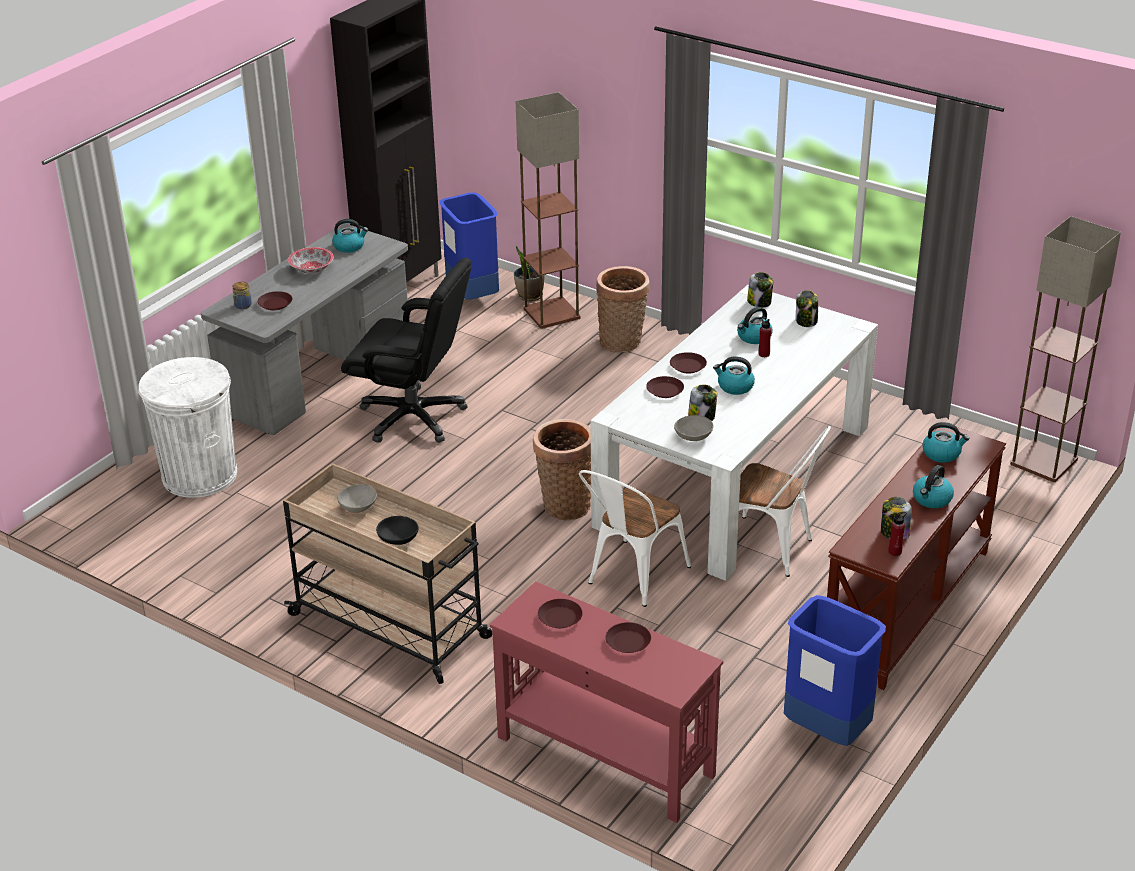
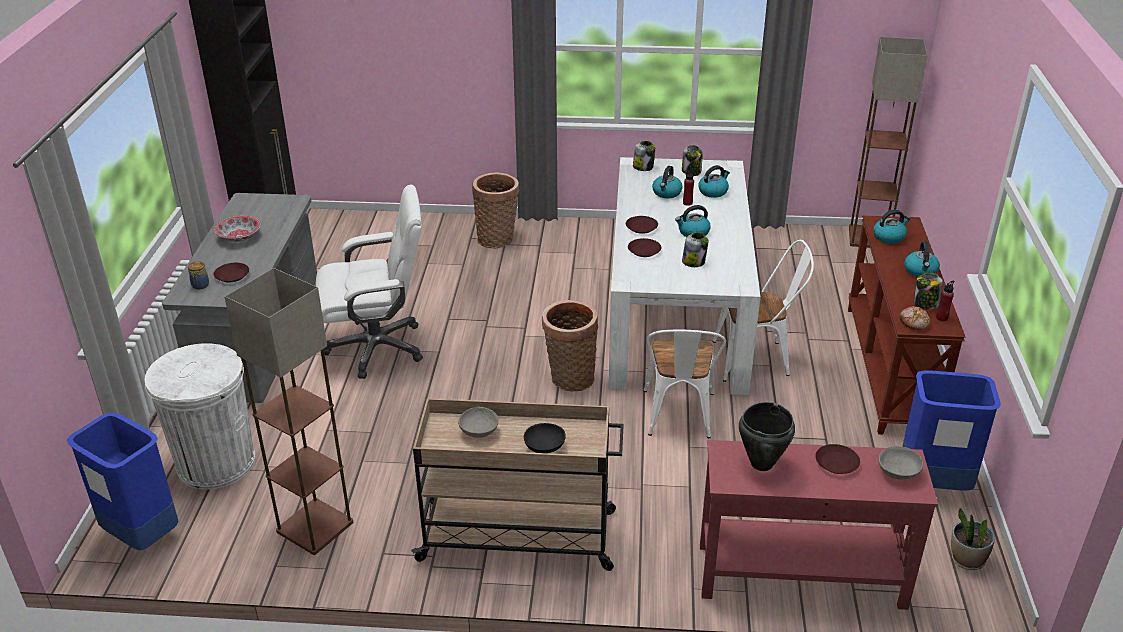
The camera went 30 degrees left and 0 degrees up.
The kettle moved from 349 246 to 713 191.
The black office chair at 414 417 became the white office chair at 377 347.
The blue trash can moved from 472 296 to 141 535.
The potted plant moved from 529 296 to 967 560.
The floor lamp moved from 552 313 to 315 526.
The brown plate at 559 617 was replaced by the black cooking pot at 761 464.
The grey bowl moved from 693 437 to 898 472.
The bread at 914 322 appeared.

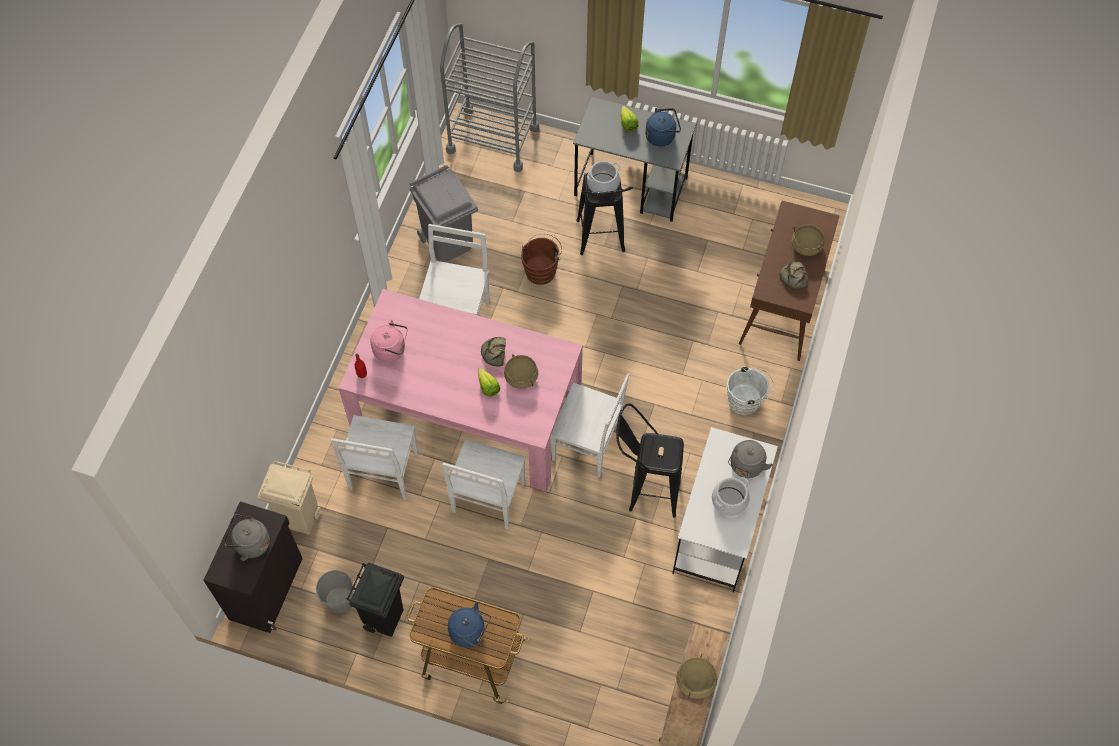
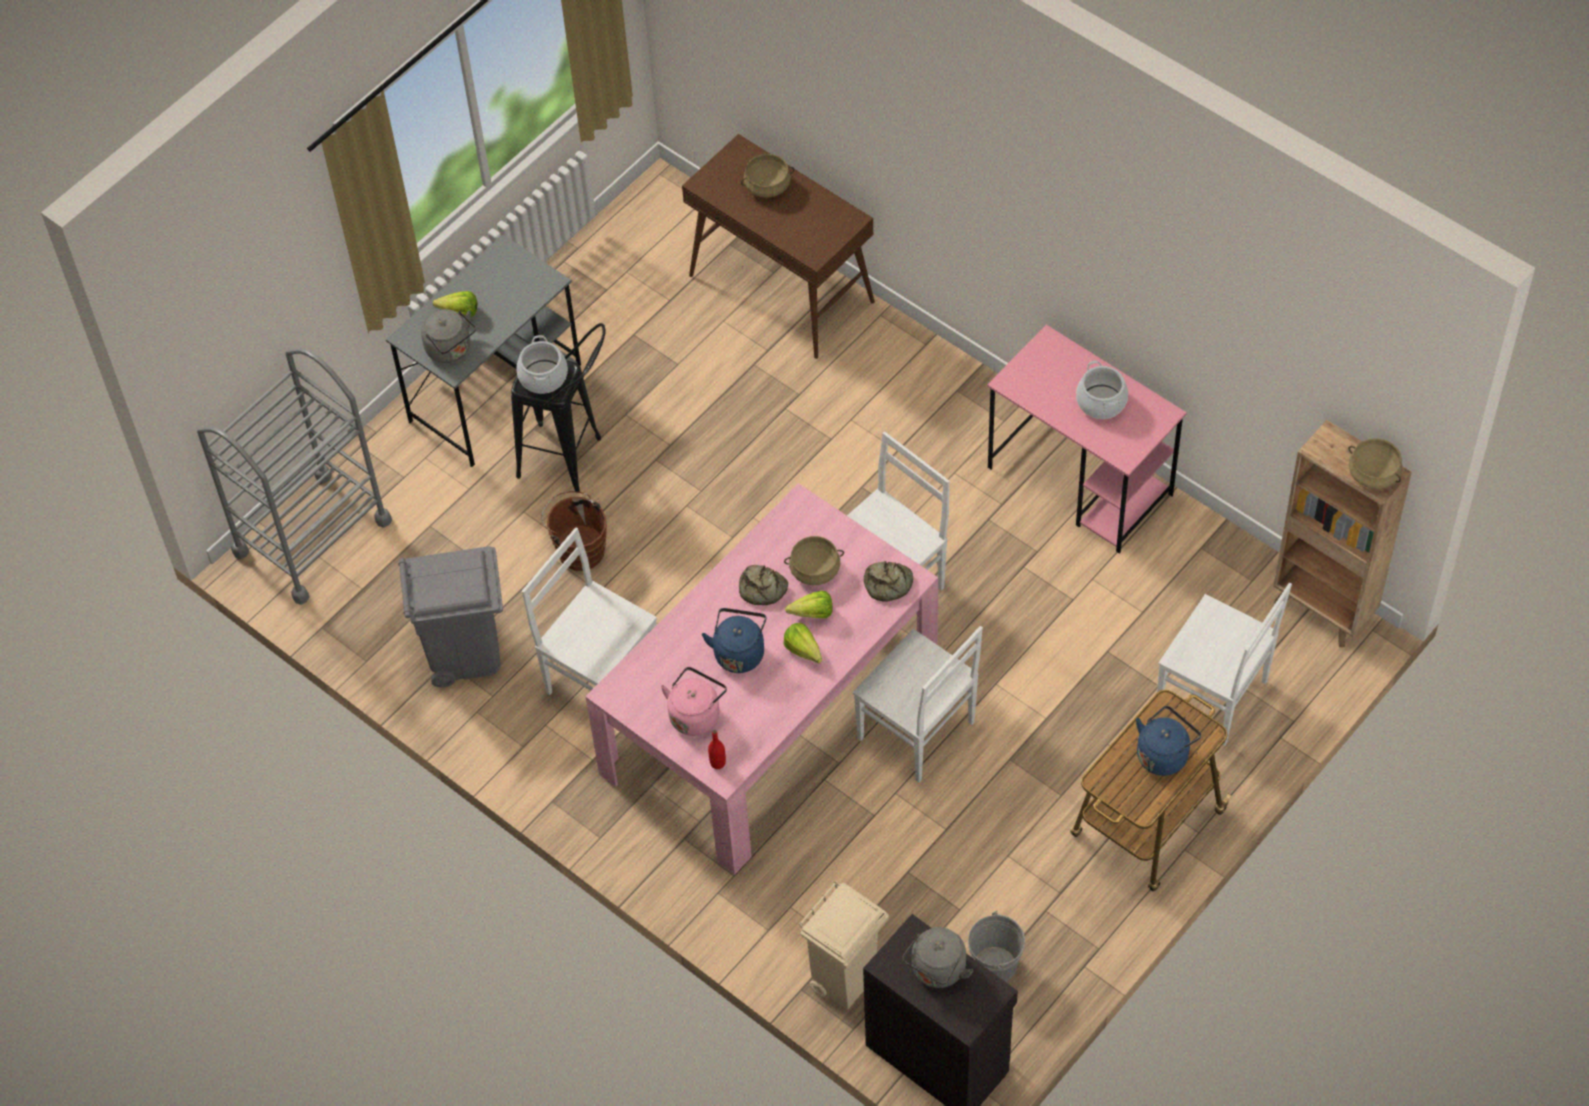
The camera went 65 degrees left and 5 degrees down.
The white chair moved from 383 473 to 1214 697.
The black trash can at 385 618 disappeared.
The black stool at 645 490 disappeared.
The blue kettle moved from 662 136 to 739 652.
The white desk at 717 531 became the pink desk at 1081 482.
The white bucket at 746 401 disappeared.
The grey kettle moved from 746 467 to 451 350.
The bread moved from 793 278 to 888 585.
The lettuce at 805 653 appeared.

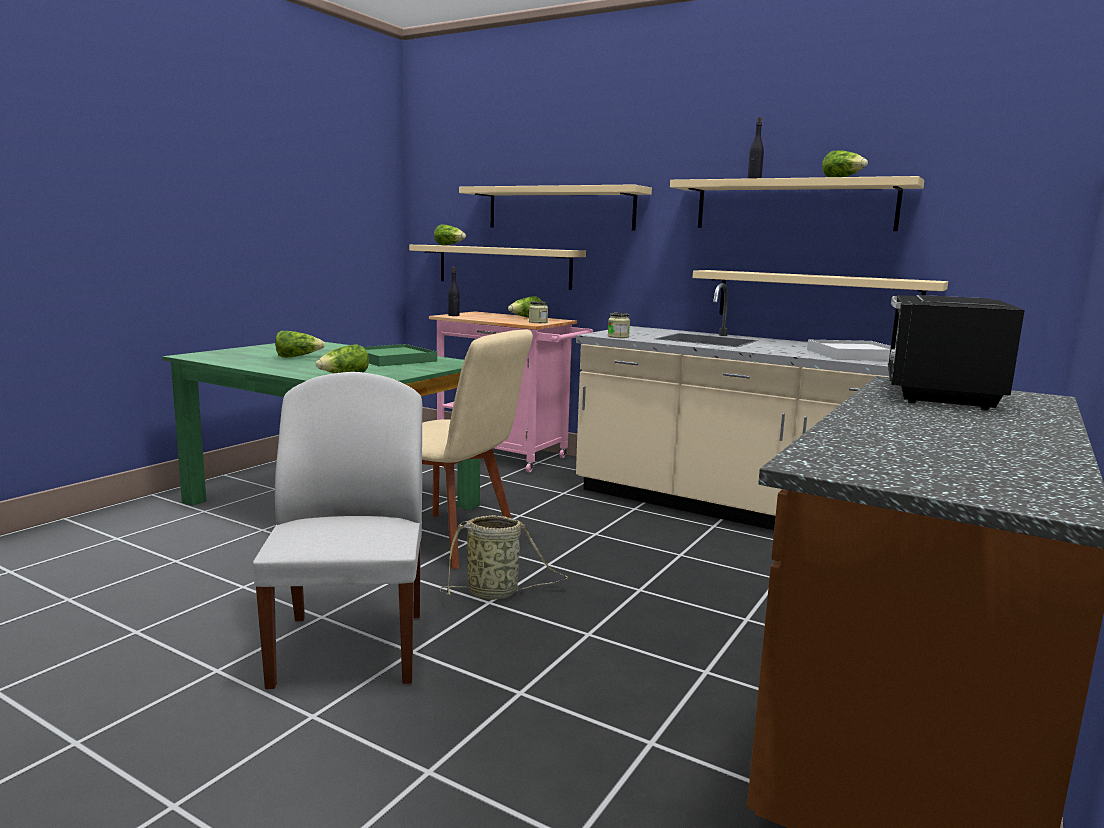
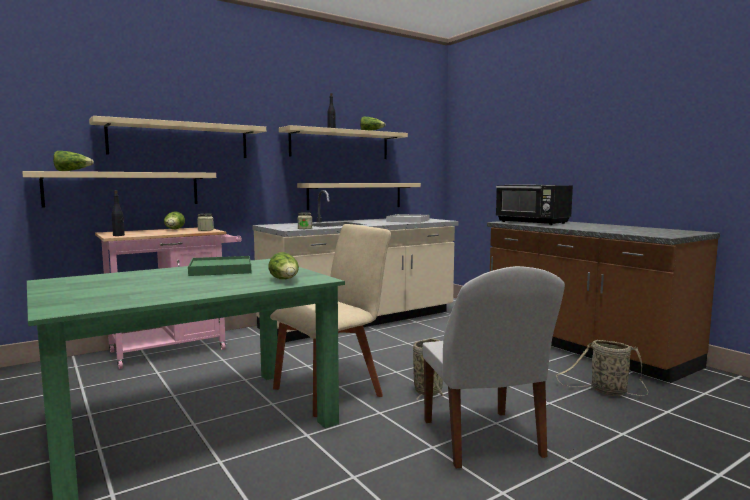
The camera went 65 degrees left and 5 degrees down.
The white chair at 351 646 turned 120 degrees counterclockwise.
The lettuce at 297 357 disappeared.
The basket at 606 391 appeared.

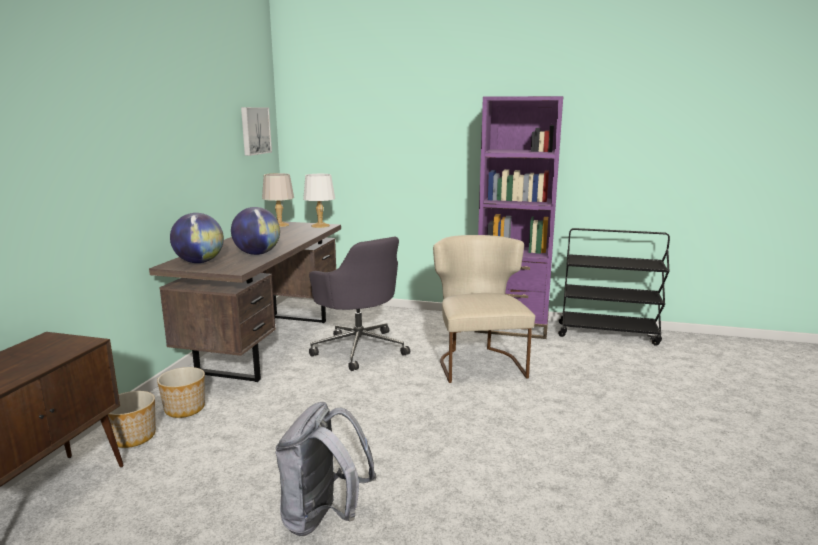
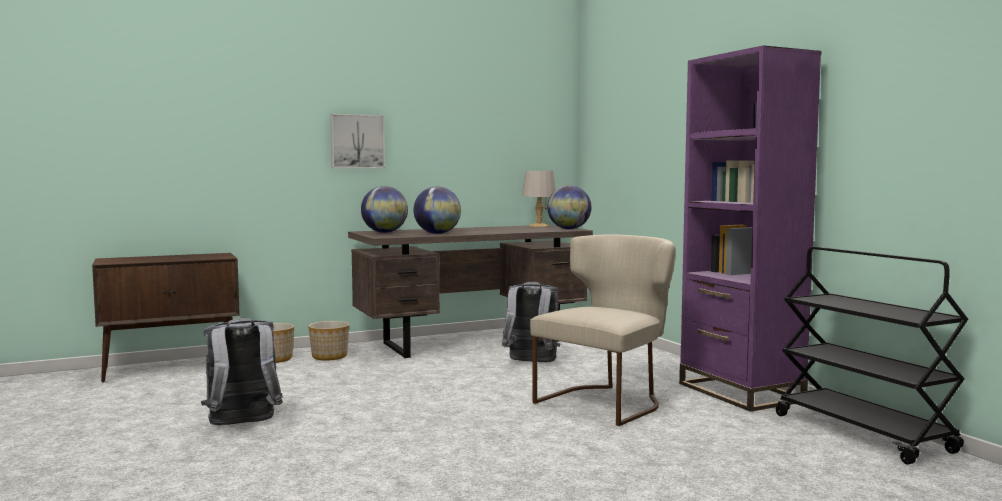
The camera went 50 degrees right and 10 degrees down.
The picture moved from 254 130 to 357 141.
The white table lamp at 320 225 was replaced by the globe at 569 229.
The grey office chair at 359 348 was replaced by the grey backpack at 531 363.

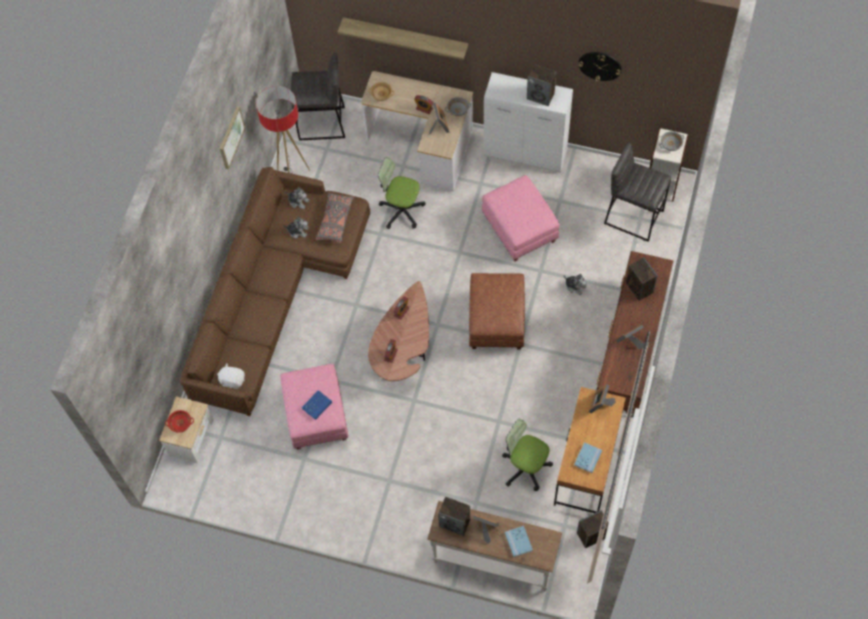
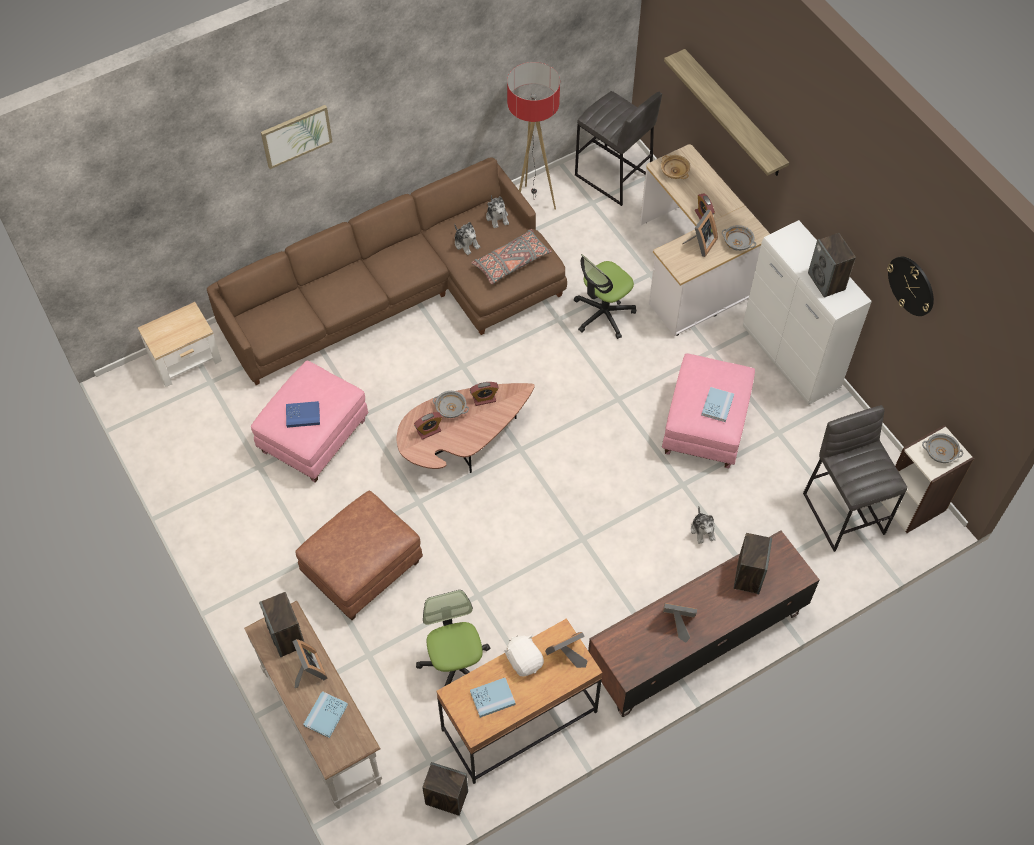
The camera went 40 degrees right and 5 degrees down.
The red bowl at 180 424 disappeared.
The white plush toy moved from 232 380 to 524 660.
The picture moved from 231 137 to 296 135.
The office chair at 401 210 turned 105 degrees counterclockwise.
The brown ottoman moved from 496 320 to 362 568.
The grey bowl at 450 409 appeared.
The blue book at 717 405 appeared.

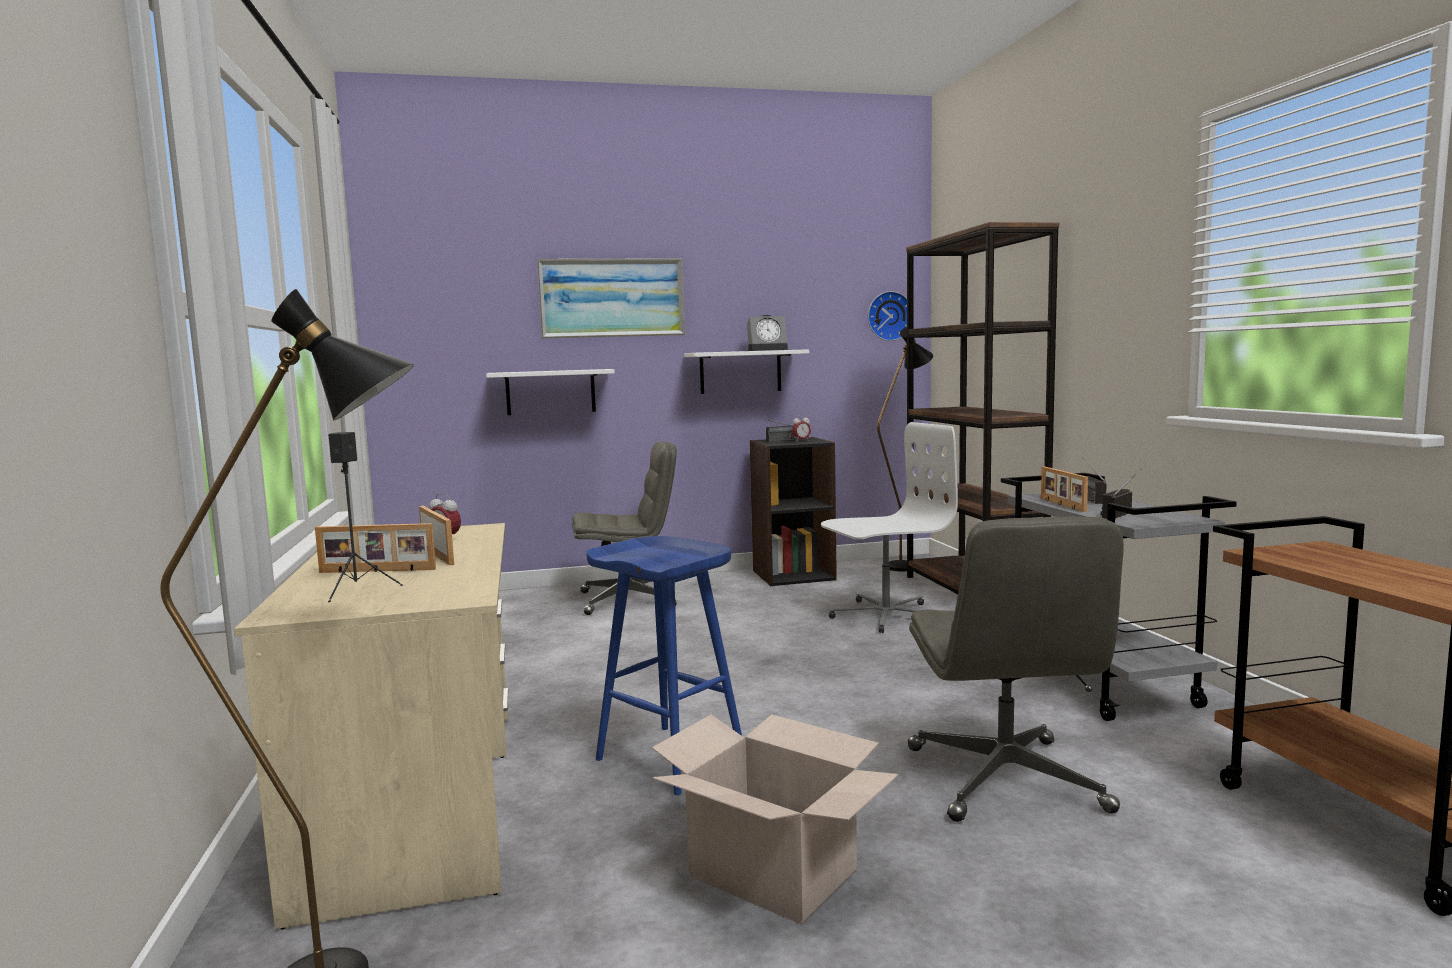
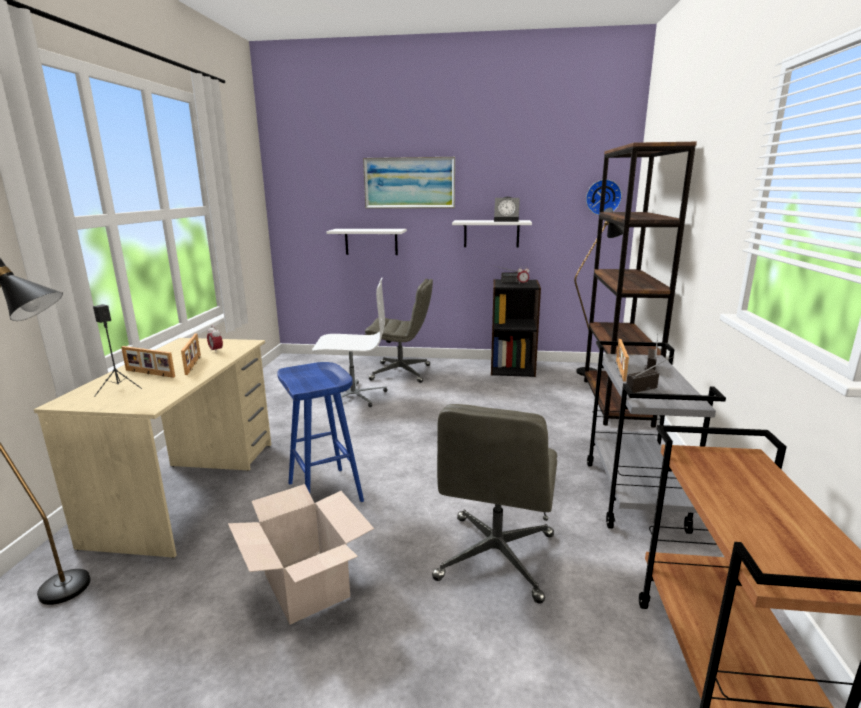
The camera went 20 degrees right and 10 degrees up.
The white office chair moved from 885 615 to 353 396.

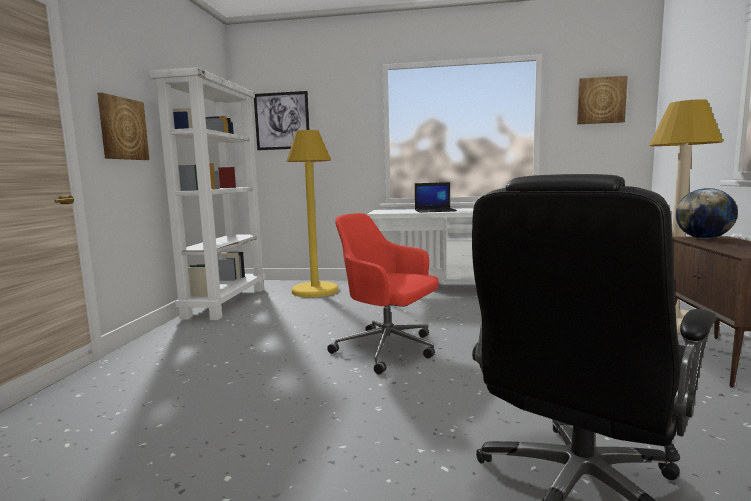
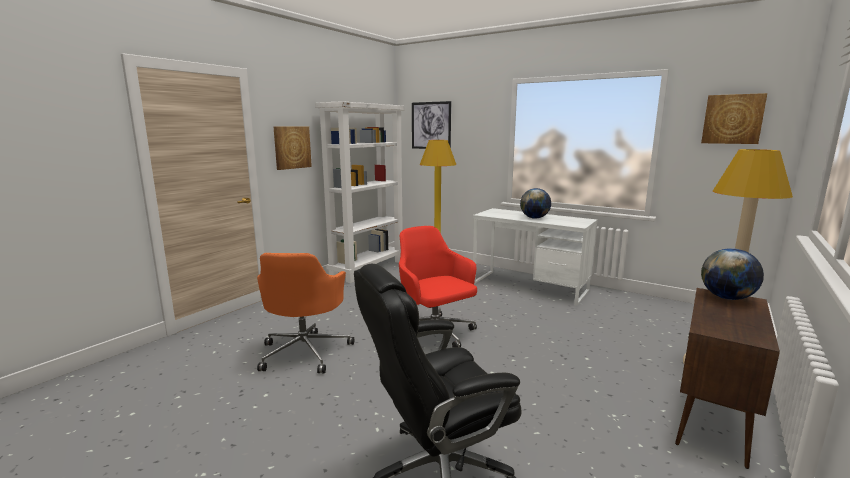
The camera went 25 degrees right and 5 degrees up.
The laptop at 435 211 was replaced by the globe at 534 218.
The orange office chair at 305 351 appeared.

